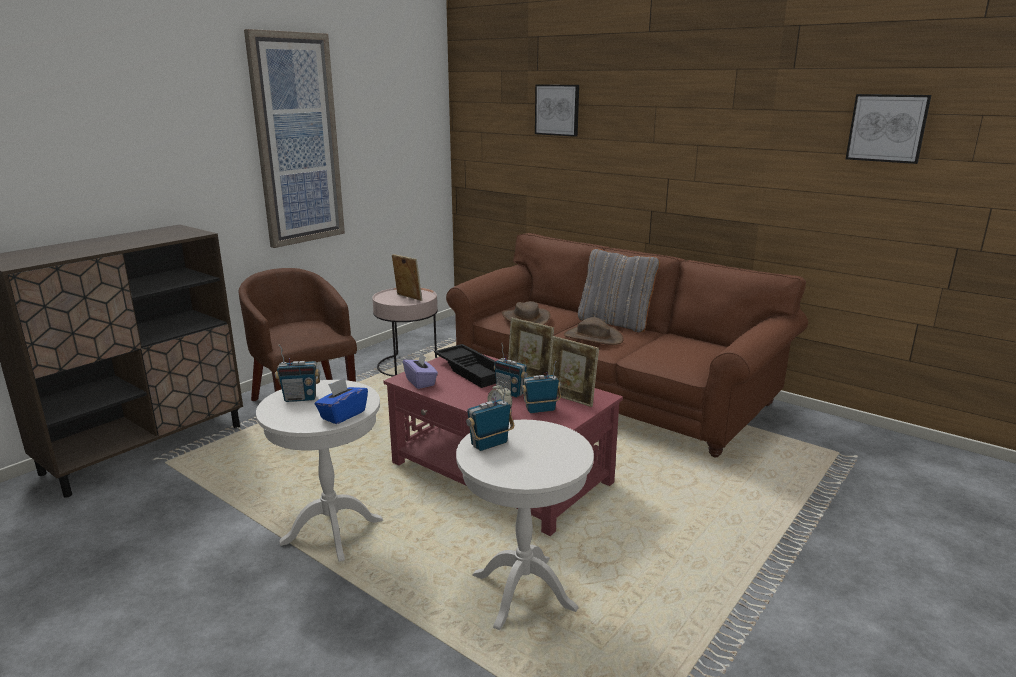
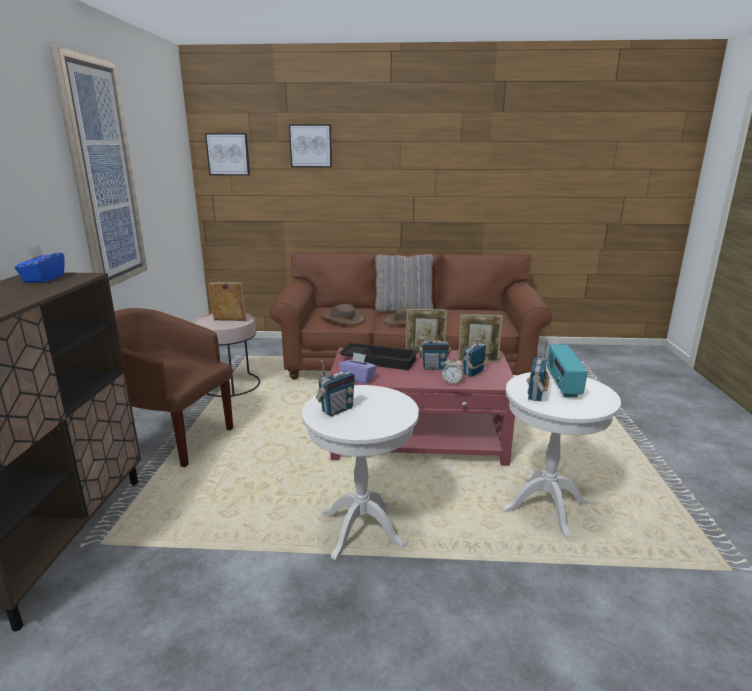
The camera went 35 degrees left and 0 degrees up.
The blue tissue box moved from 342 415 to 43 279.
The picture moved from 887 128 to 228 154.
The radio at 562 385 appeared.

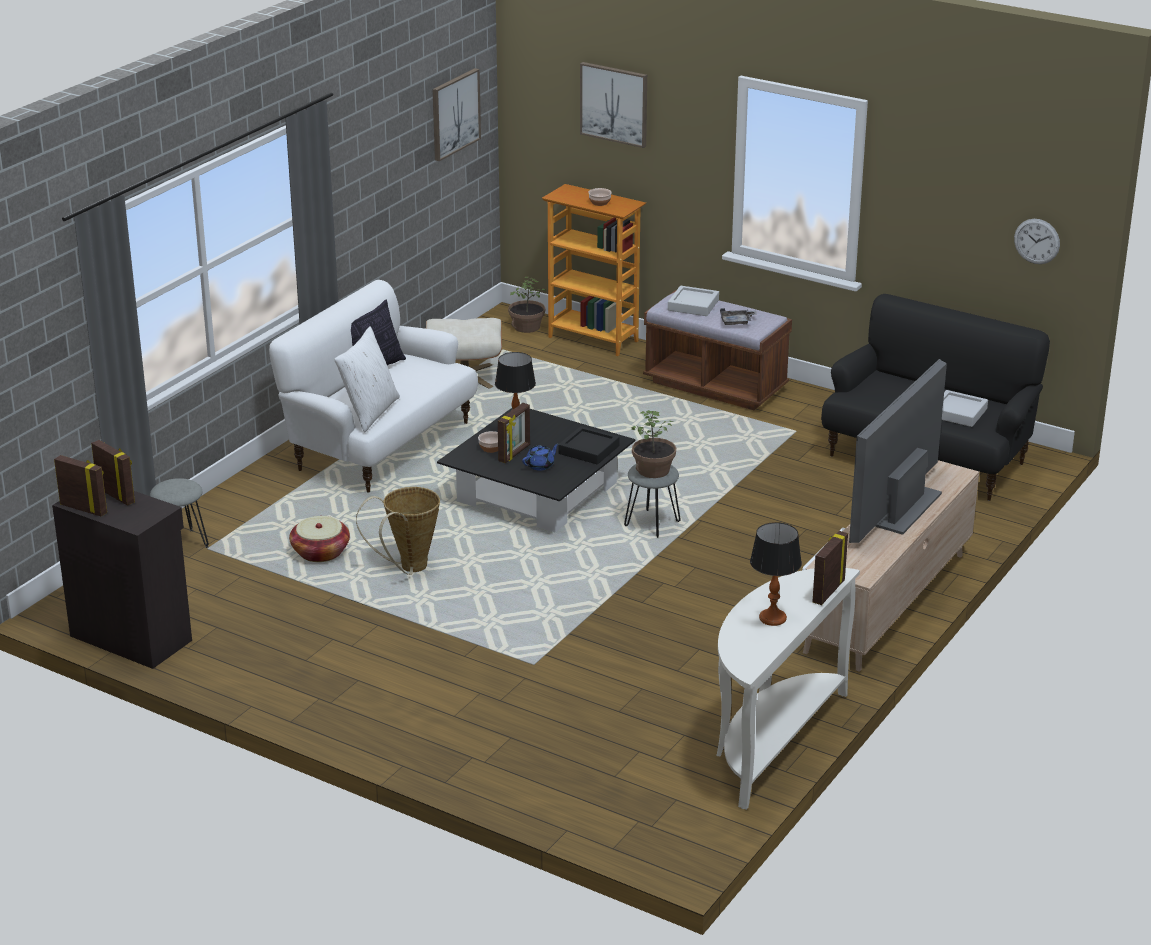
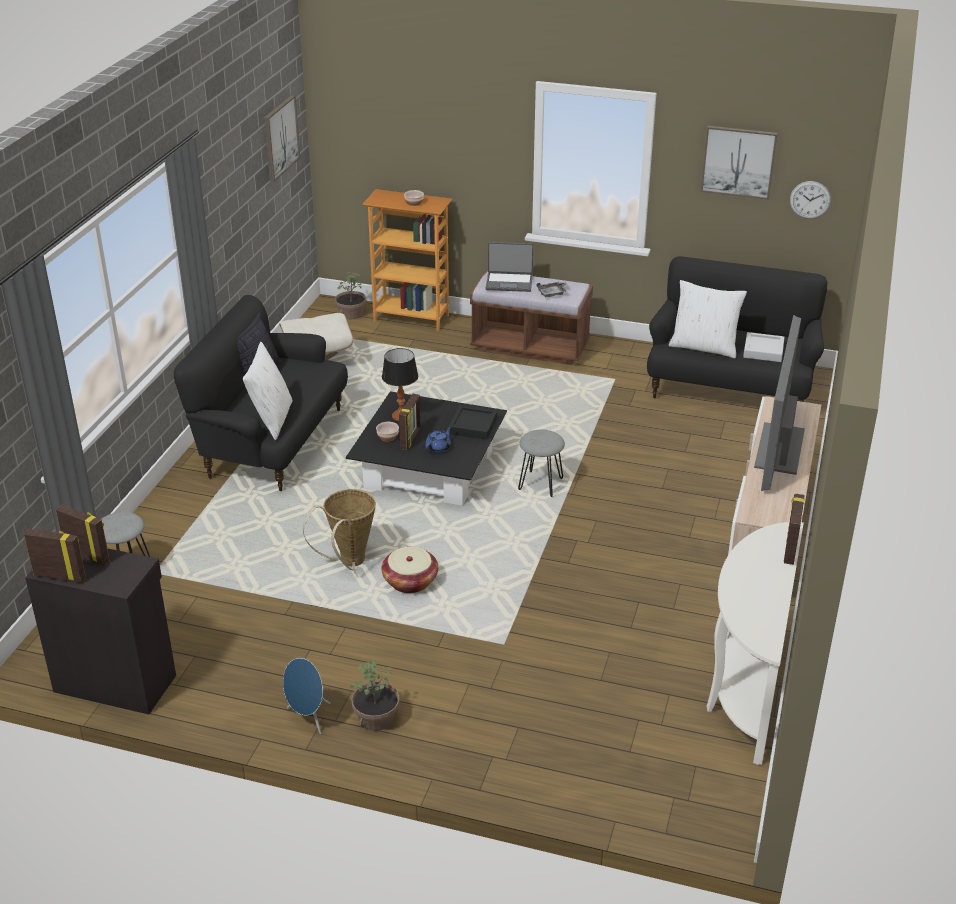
The camera went 15 degrees left and 5 degrees up.
The white sofa at 380 445 became the black sofa at 272 442.
The basket moved from 320 552 to 410 581.
The picture moved from 614 104 to 738 161.
The potted plant moved from 653 470 to 376 718.
The grey tray at 693 305 was replaced by the laptop at 509 282.
The table lamp at 773 618 disappeared.
The blue speaker at 308 718 appeared.
The white pillow at 704 347 appeared.

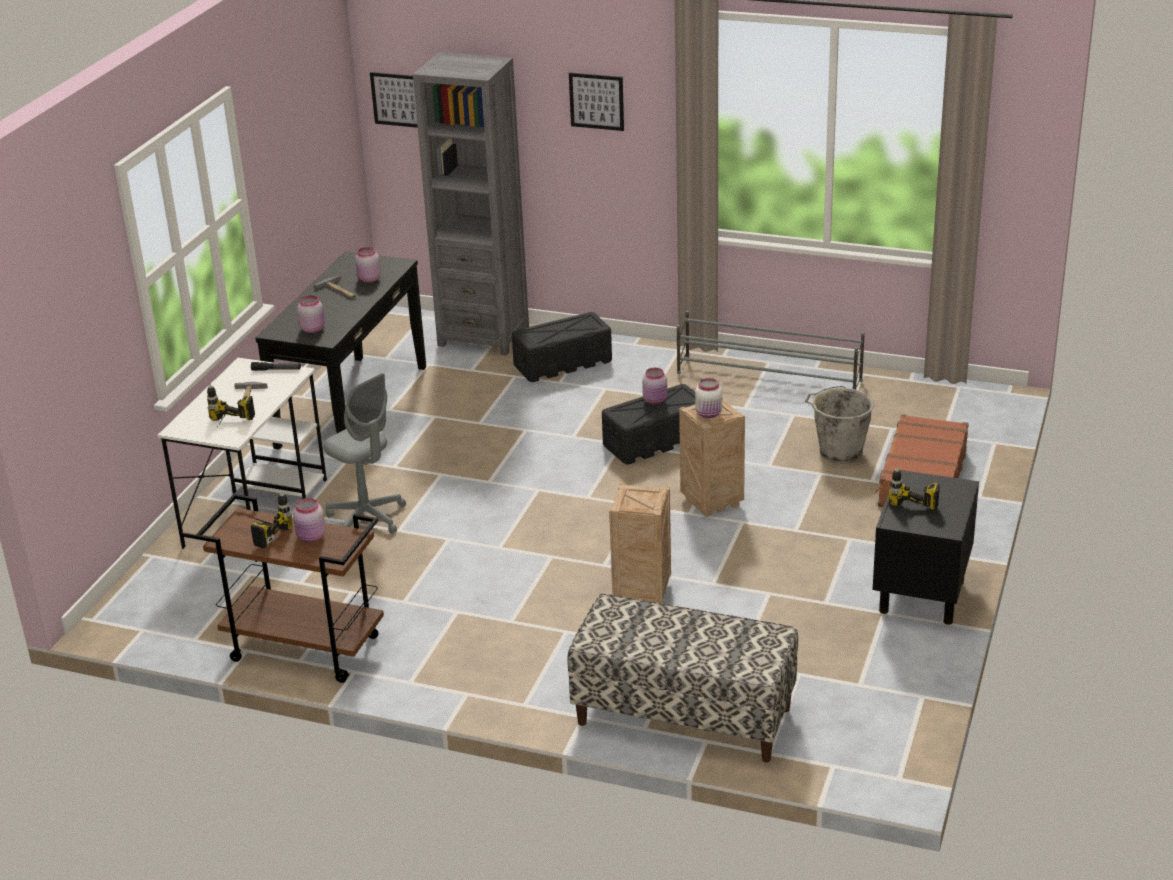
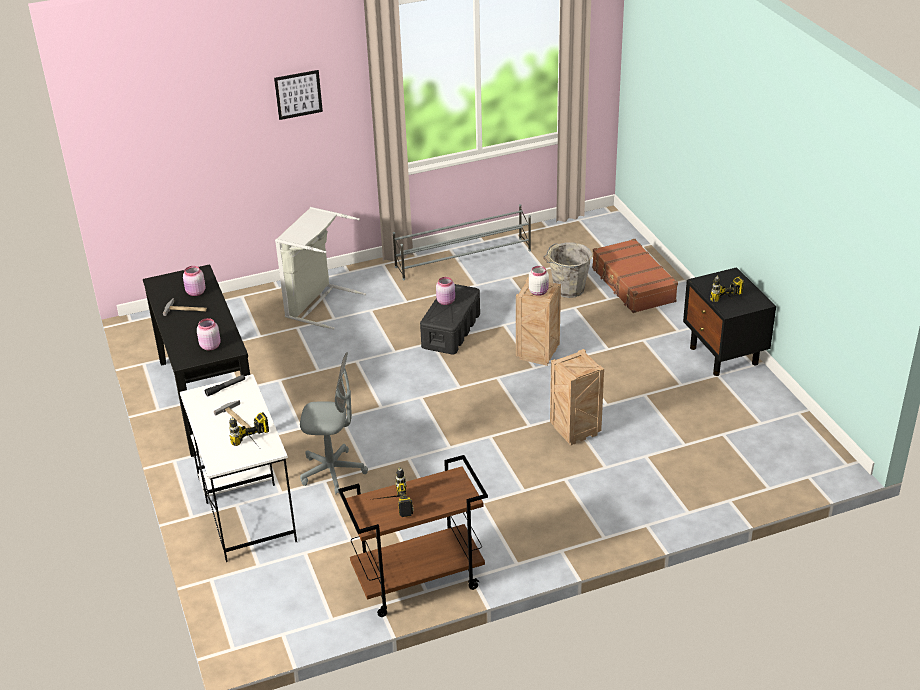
The camera went 40 degrees left and 5 degrees up.
The pink jar at 311 537 disappeared.
The picture at 397 99 disappeared.
The grey bookcase at 483 336 disappeared.
The black storage box at 563 363 was replaced by the grey laundry basket at 318 304.
The bench at 683 716 disappeared.

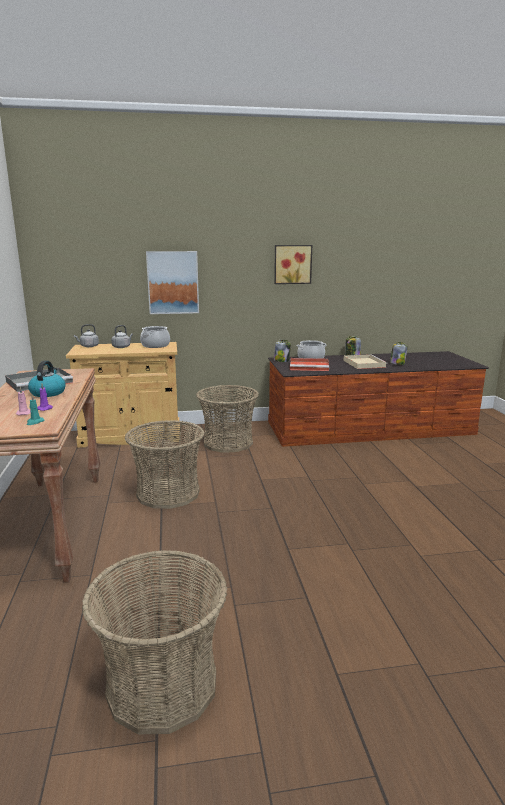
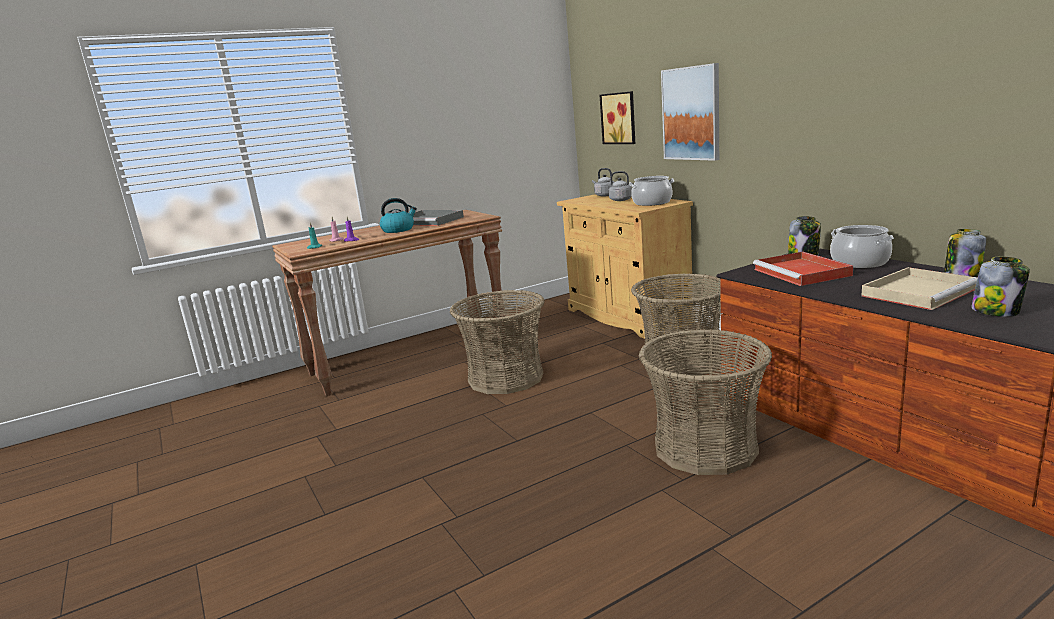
The camera went 70 degrees right and 0 degrees up.
The basket moved from 162 685 to 705 448.
The picture moved from 292 264 to 620 118.

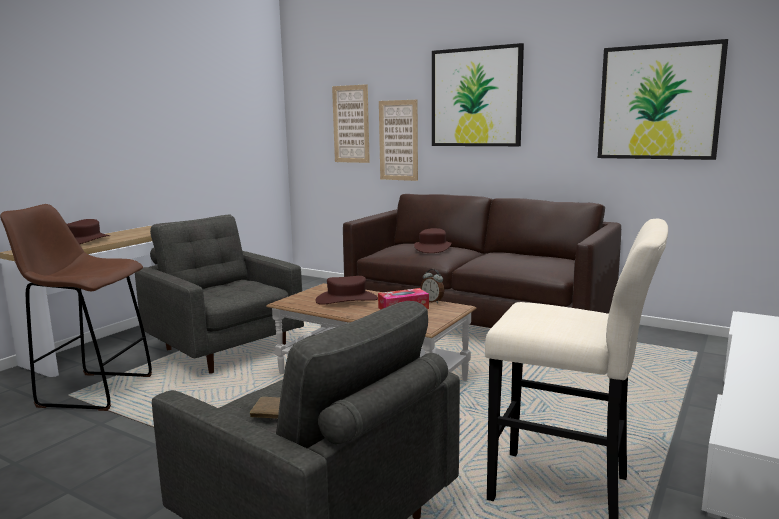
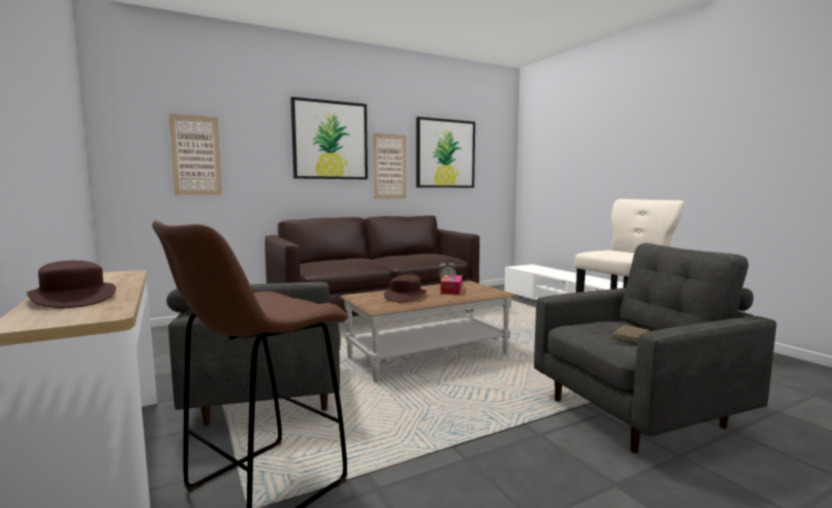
The camera went 60 degrees left and 5 degrees down.
The picture moved from 398 140 to 389 166.
The brown hat at 432 248 disappeared.

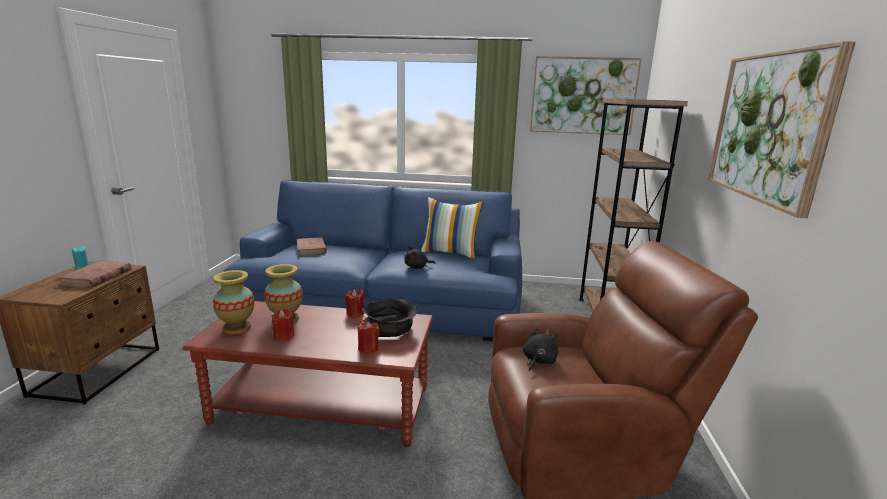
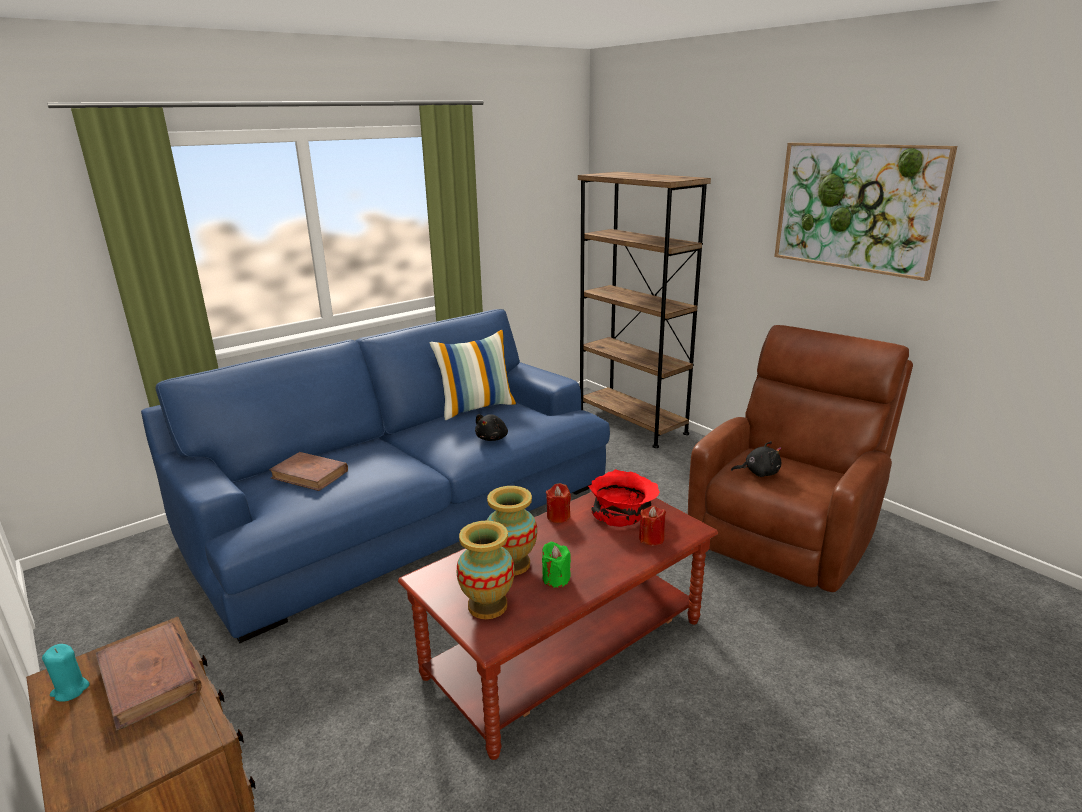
The camera went 45 degrees left and 5 degrees up.
The red candle at 284 336 became the green candle at 556 579.
The black bowl at 390 329 became the red bowl at 623 511.
The black plush toy at 538 361 turned 105 degrees clockwise.
The picture at 583 96 disappeared.

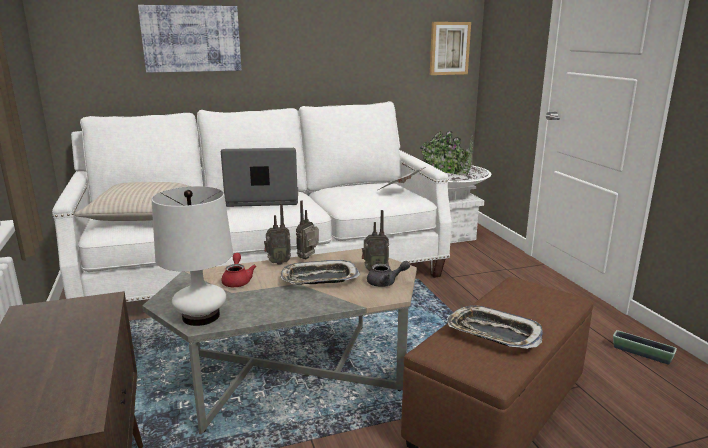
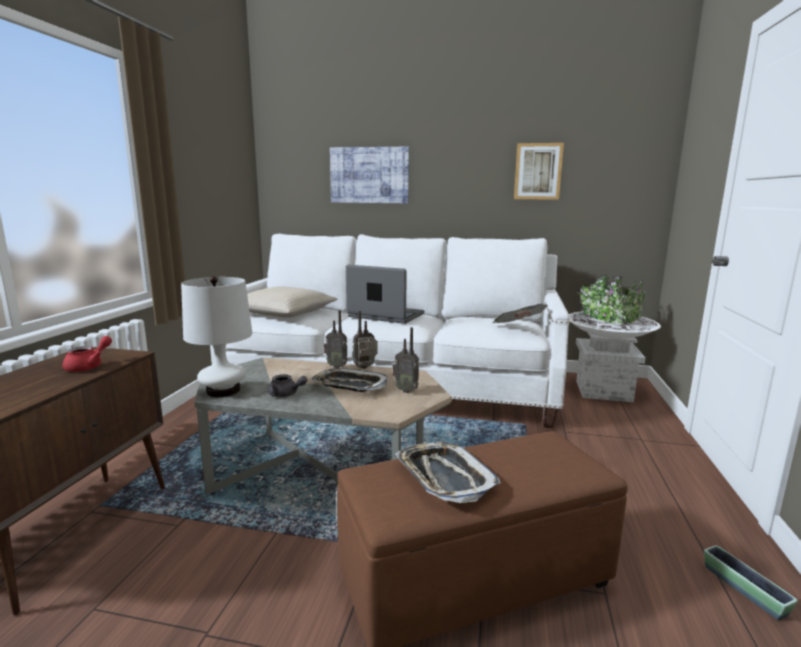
The camera went 30 degrees right and 5 degrees down.
The red teapot moved from 237 281 to 89 366.
The grey teapot moved from 385 283 to 286 394.
The picture moved from 449 48 to 538 171.

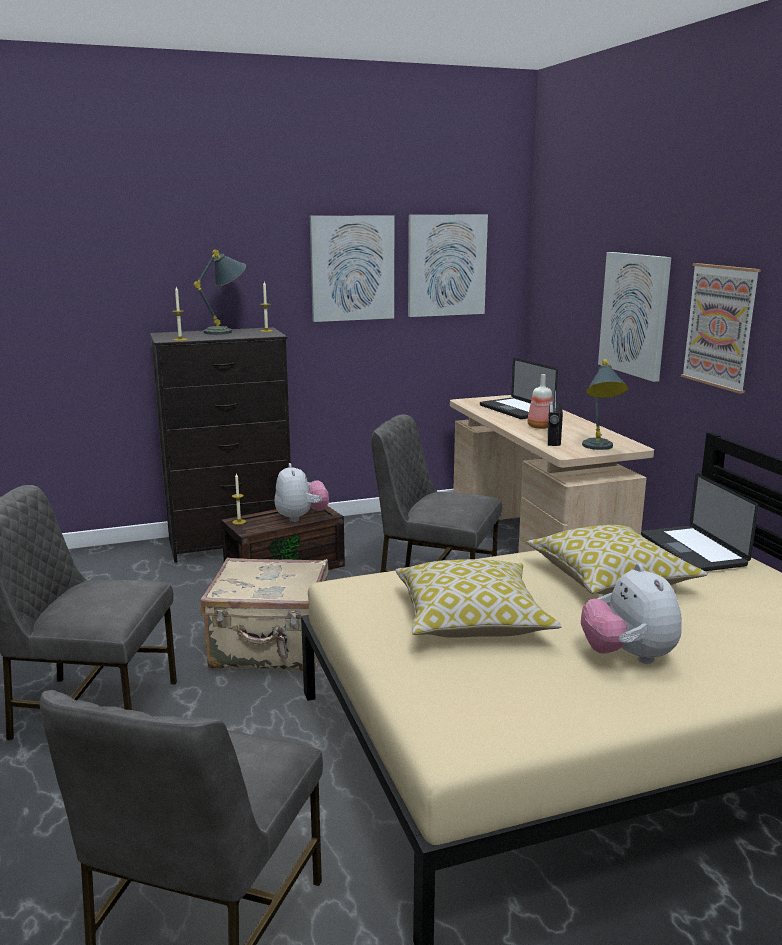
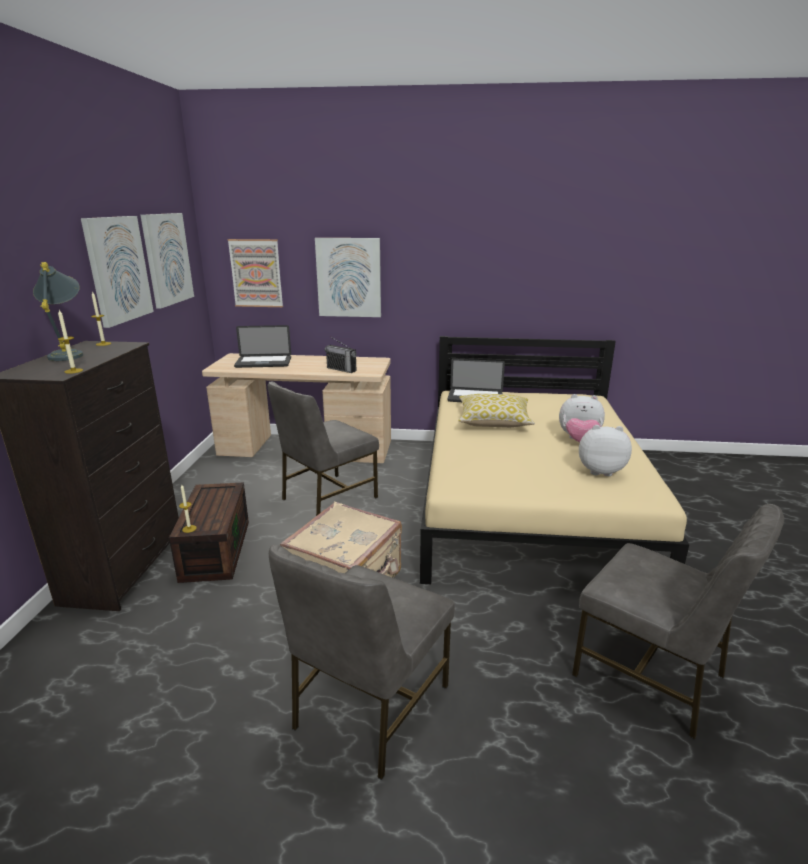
The camera went 65 degrees left and 5 degrees up.
The plush toy moved from 301 517 to 599 470.
The pillow at 471 620 disappeared.
The bottle at 539 427 disappeared.
The grey table lamp at 599 449 disappeared.
The picture moved from 720 326 to 256 273.

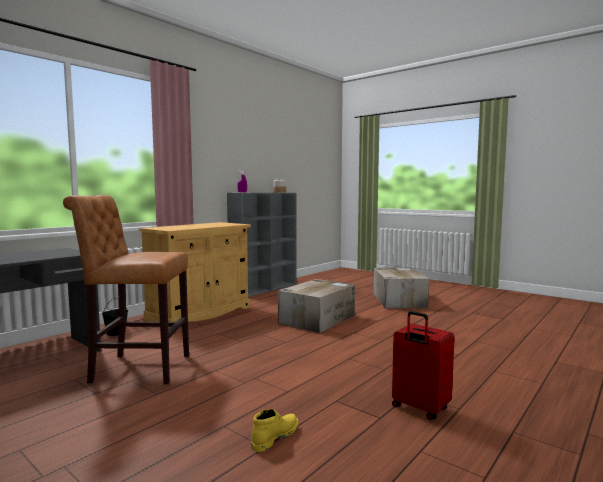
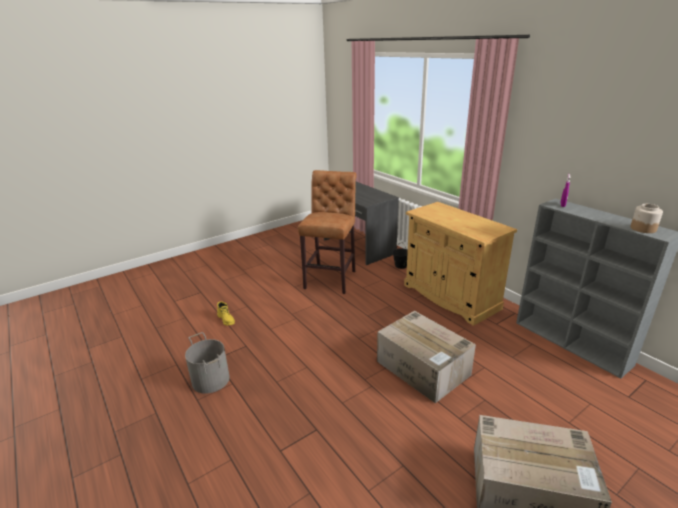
The camera went 105 degrees right and 20 degrees up.
The red suitcase at 419 408 was replaced by the grey bucket at 211 379.

